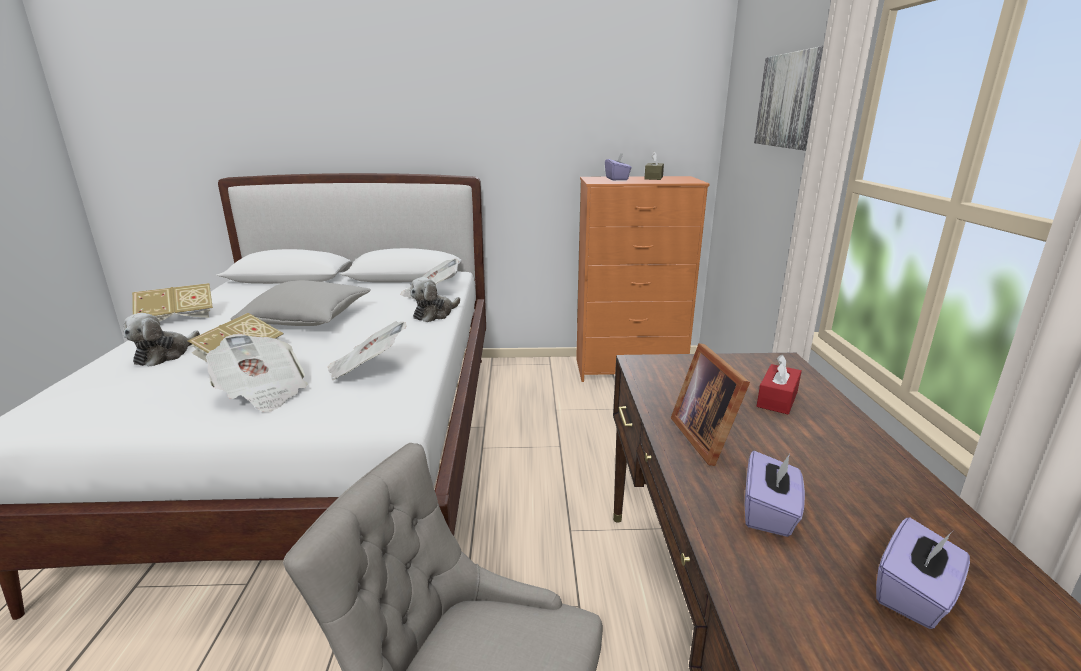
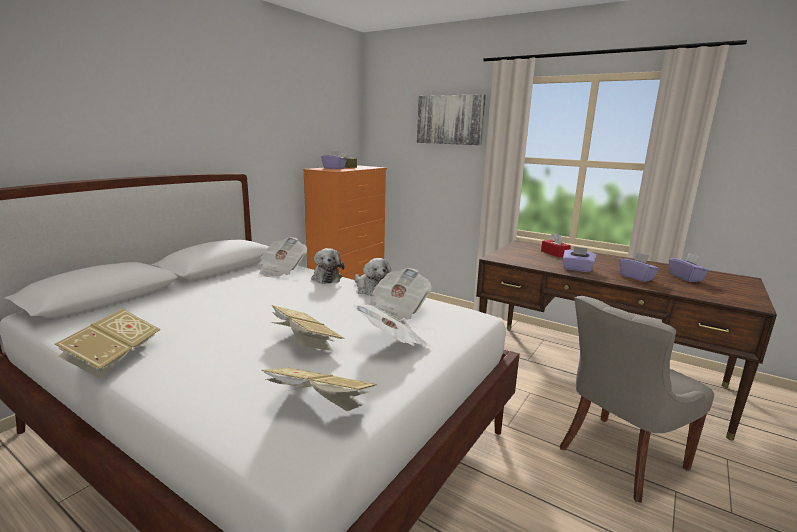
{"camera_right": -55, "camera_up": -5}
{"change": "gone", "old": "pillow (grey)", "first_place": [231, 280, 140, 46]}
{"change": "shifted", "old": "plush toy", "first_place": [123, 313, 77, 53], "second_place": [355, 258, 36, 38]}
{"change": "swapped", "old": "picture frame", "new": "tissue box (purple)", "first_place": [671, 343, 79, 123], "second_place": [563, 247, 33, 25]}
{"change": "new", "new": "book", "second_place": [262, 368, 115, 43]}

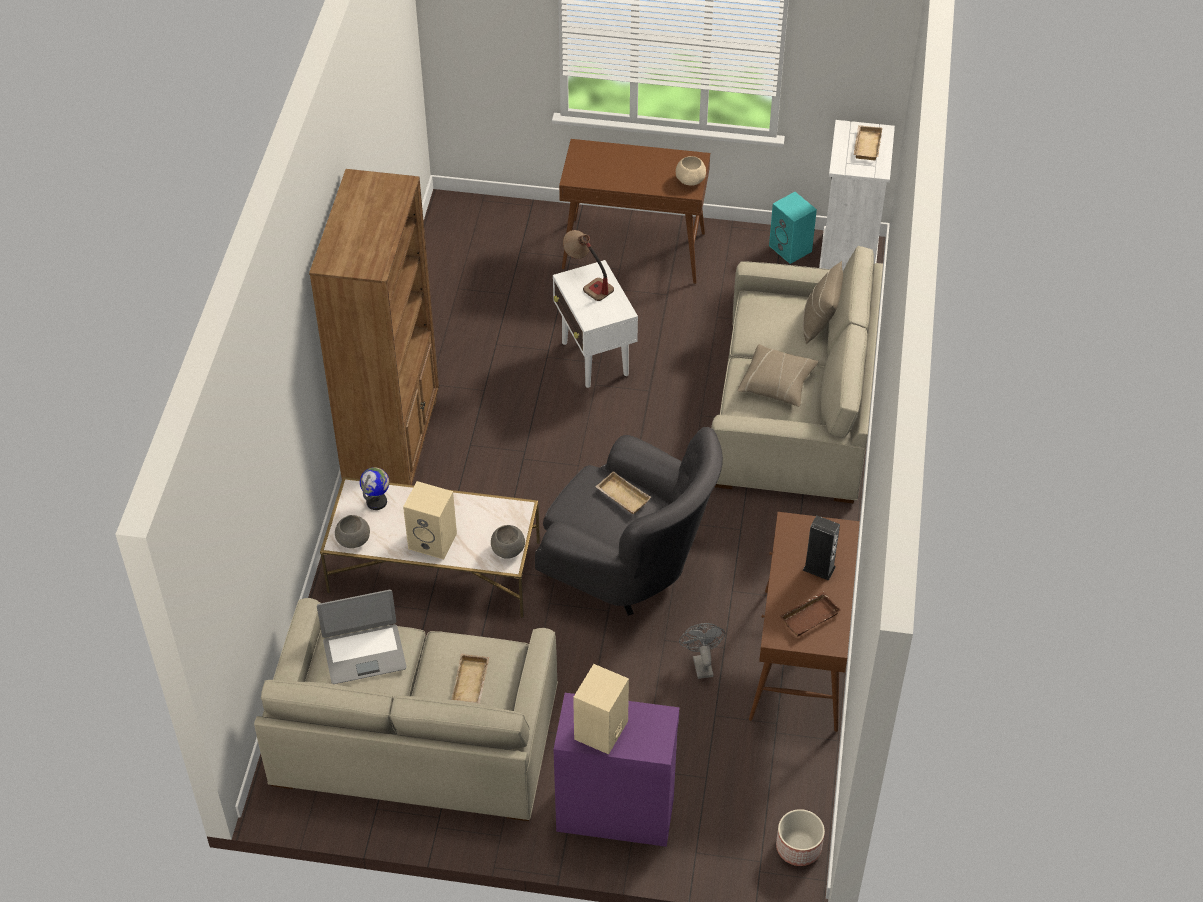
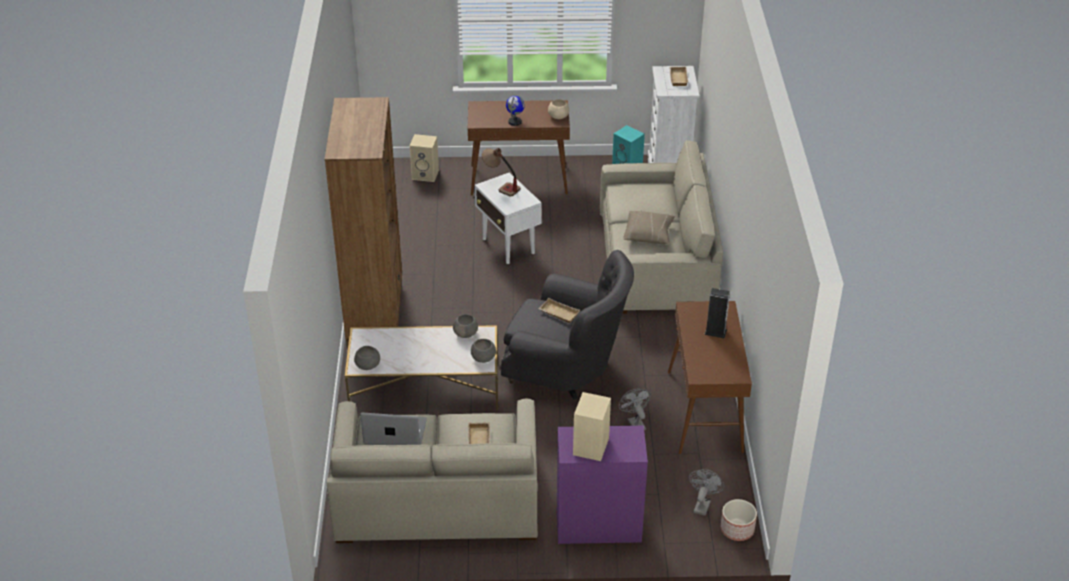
{"camera_right": -10, "camera_up": -10}
{"change": "gone", "old": "pillow (beige)", "first_place": [803, 261, 40, 83]}
{"change": "shifted", "old": "globe", "first_place": [360, 467, 29, 43], "second_place": [506, 95, 19, 31]}
{"change": "shifted", "old": "speaker (beige)", "first_place": [403, 481, 54, 79], "second_place": [410, 134, 29, 48]}
{"change": "rotated", "old": "laptop", "first_place": [317, 590, 90, 94], "second_place": [360, 412, 67, 33], "degrees": -150}
{"change": "gone", "old": "tray (brown)", "first_place": [780, 592, 61, 44]}
{"change": "new", "new": "bowl (grey)", "second_place": [453, 314, 25, 24]}
{"change": "new", "new": "fan (grey)", "second_place": [689, 469, 36, 47]}

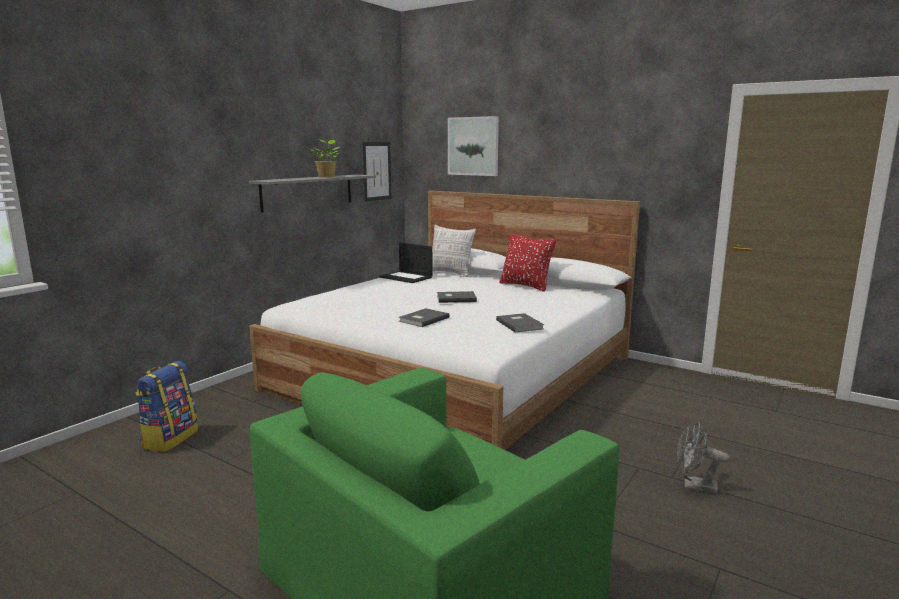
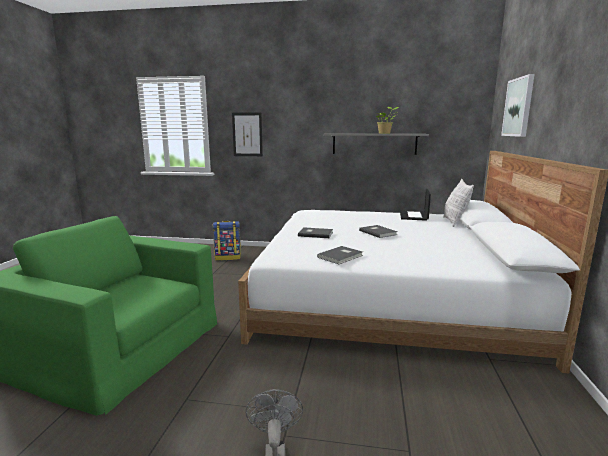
{"camera_right": 65, "camera_up": 0}
{"change": "shifted", "old": "picture", "first_place": [362, 142, 30, 60], "second_place": [232, 112, 31, 44]}
{"change": "gone", "old": "pillow (red)", "first_place": [500, 234, 56, 57]}

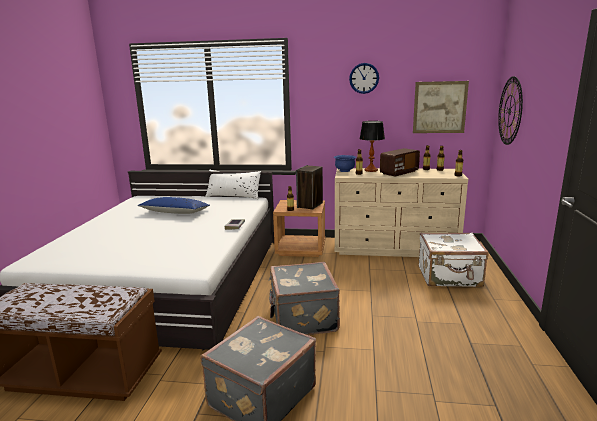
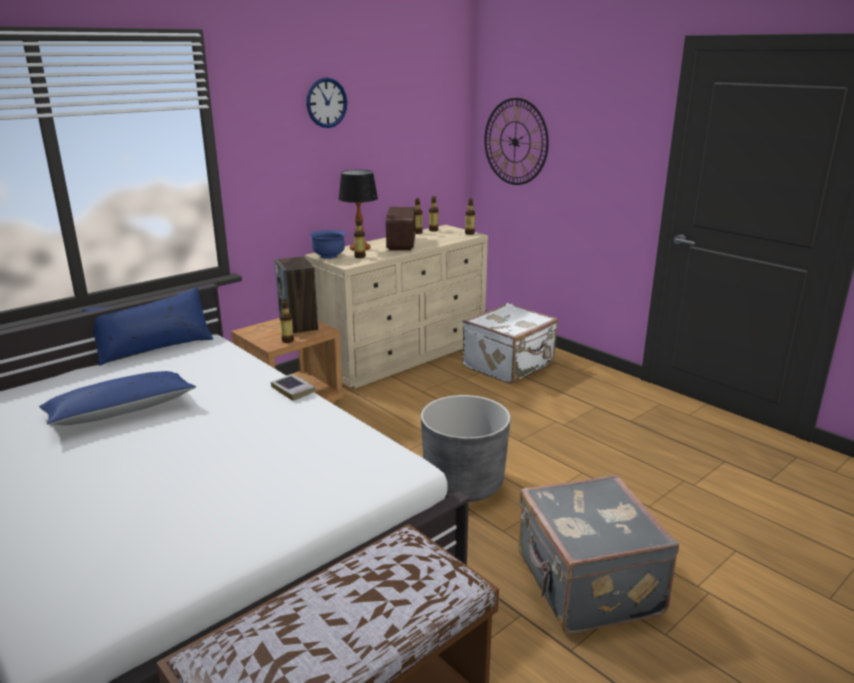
{"camera_right": -50, "camera_up": 5}
{"change": "gone", "old": "picture", "first_place": [413, 81, 56, 52]}
{"change": "repainted", "old": "pillow (white)", "new": "pillow (blue)", "first_place": [205, 170, 56, 29], "second_place": [82, 287, 131, 79]}
{"change": "swapped", "old": "suitcase (grey)", "new": "planter (grey)", "first_place": [269, 262, 71, 73], "second_place": [421, 395, 90, 107]}

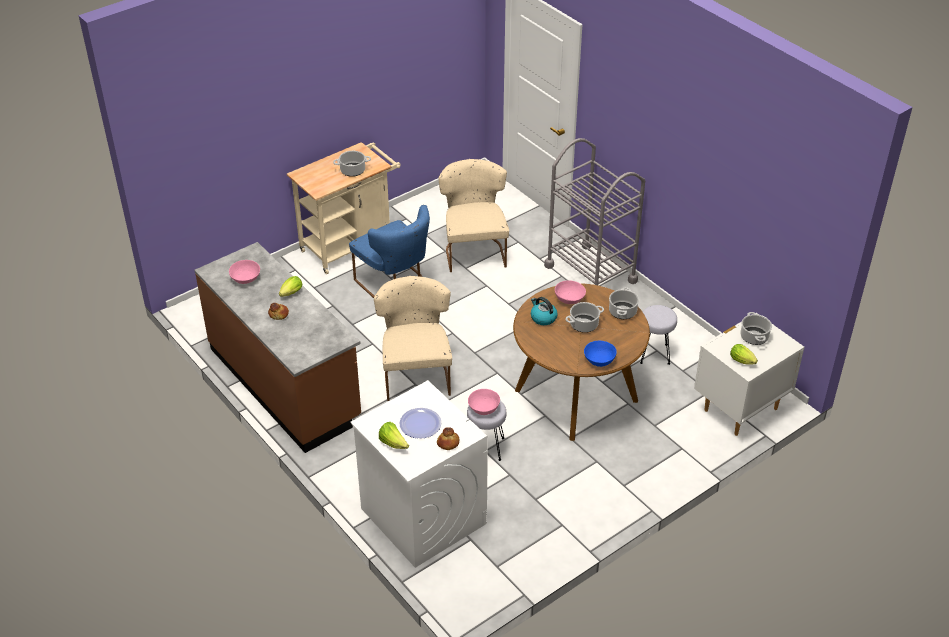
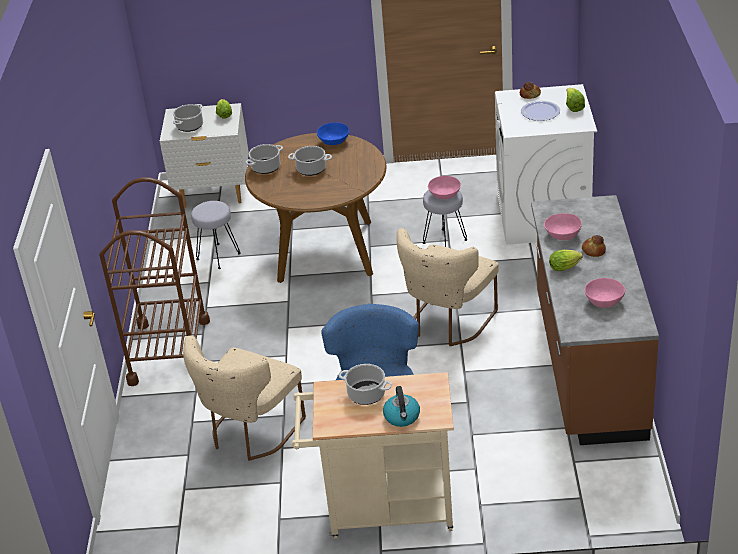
{"camera_right": -140, "camera_up": -5}
{"change": "repainted", "old": "cart (grey)", "new": "cart (brown)", "first_place": [544, 138, 101, 147], "second_place": [99, 177, 111, 209]}
{"change": "shifted", "old": "bowl (pink)", "first_place": [555, 280, 31, 24], "second_place": [544, 213, 38, 27]}
{"change": "shifted", "old": "kettle", "first_place": [531, 297, 27, 28], "second_place": [383, 386, 37, 41]}

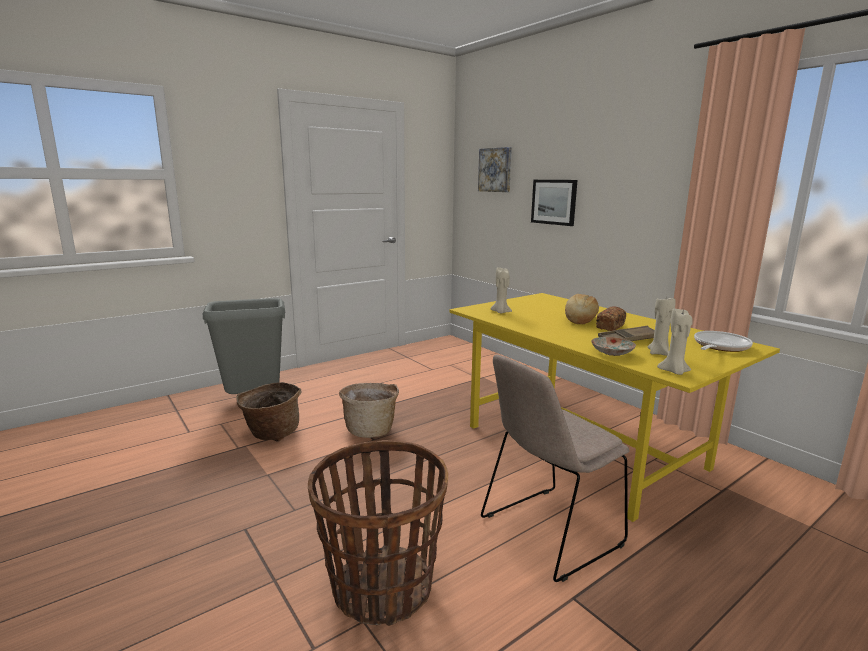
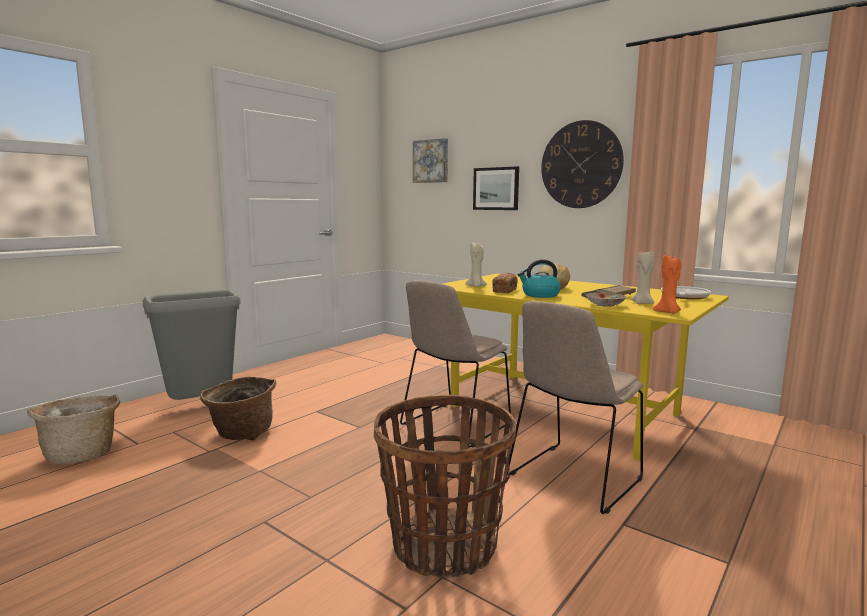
{"camera_right": -15, "camera_up": -5}
{"change": "shifted", "old": "bread", "first_place": [596, 306, 30, 25], "second_place": [492, 273, 26, 20]}
{"change": "repainted", "old": "candle (beige)", "new": "candle (orange)", "first_place": [657, 308, 36, 67], "second_place": [653, 255, 28, 58]}
{"change": "shifted", "old": "basket", "first_place": [339, 383, 60, 55], "second_place": [27, 395, 93, 69]}
{"change": "new", "new": "wall clock", "second_place": [541, 120, 83, 88]}
{"change": "new", "new": "kettle", "second_place": [518, 259, 43, 39]}
{"change": "new", "new": "chair (beige)", "second_place": [400, 281, 111, 167]}

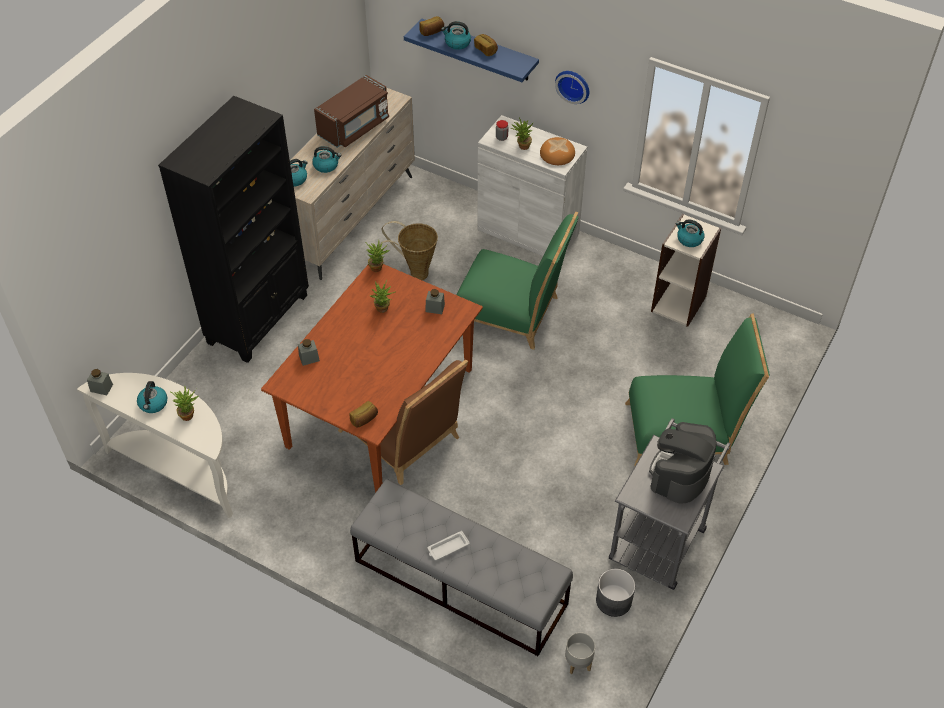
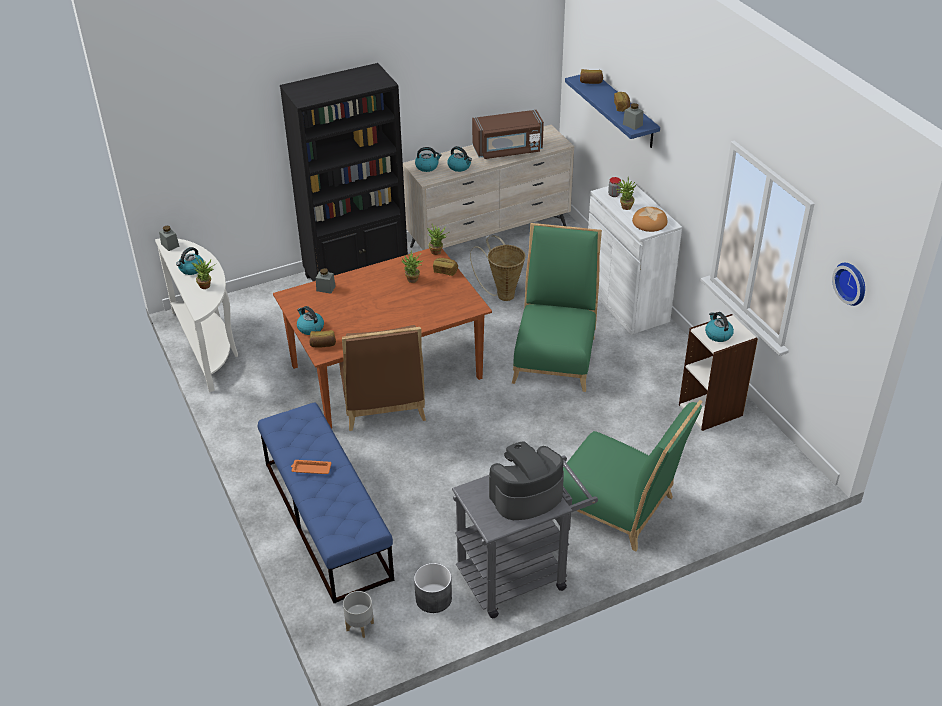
{"camera_right": 35, "camera_up": -10}
{"change": "shifted", "old": "kettle", "first_place": [441, 21, 30, 29], "second_place": [297, 306, 27, 29]}
{"change": "shifted", "old": "wall clock", "first_place": [555, 71, 34, 33], "second_place": [832, 263, 33, 43]}
{"change": "rotated", "old": "chair (green)", "first_place": [457, 212, 122, 138], "second_place": [512, 223, 90, 169], "degrees": -135}
{"change": "shifted", "old": "jar (grey)", "first_place": [425, 289, 20, 25], "second_place": [623, 103, 20, 27]}
{"change": "repainted", "old": "bench (grey)", "new": "bench (blue)", "first_place": [350, 479, 223, 177], "second_place": [258, 403, 136, 200]}
{"change": "repainted", "old": "tray (white)", "new": "tray (orange)", "first_place": [428, 531, 42, 29], "second_place": [291, 460, 40, 14]}
{"change": "new", "new": "bread", "second_place": [433, 258, 25, 18]}

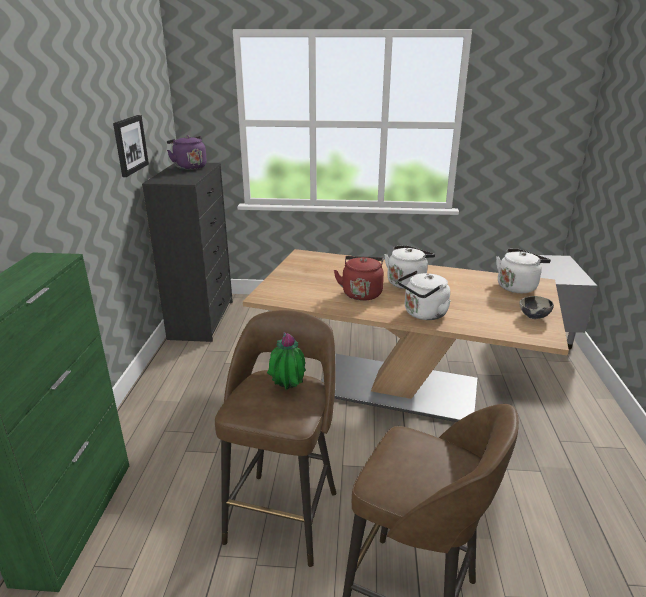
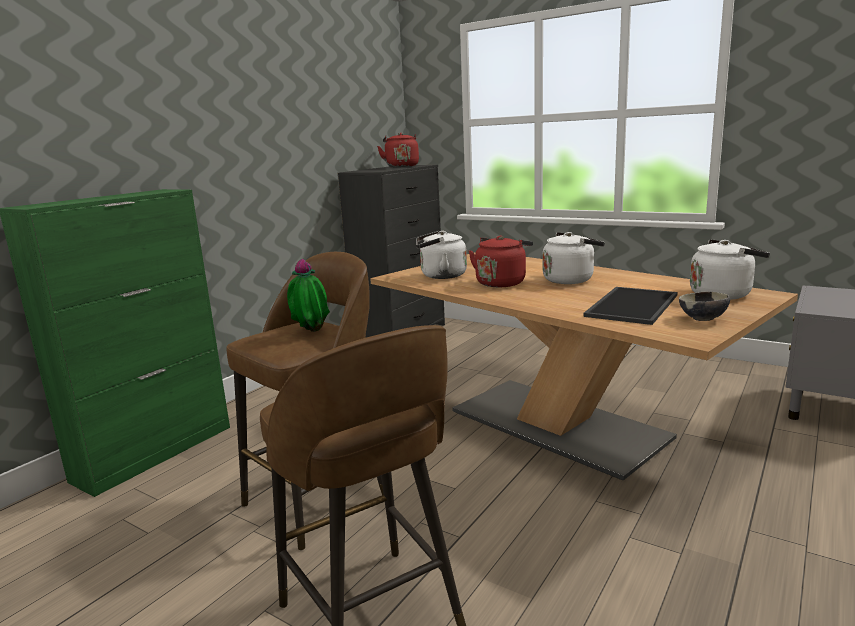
{"camera_right": 30, "camera_up": -10}
{"change": "gone", "old": "picture", "first_place": [113, 115, 36, 62]}
{"change": "repainted", "old": "kettle (purple)", "new": "kettle (red)", "first_place": [167, 135, 40, 35], "second_place": [377, 132, 42, 35]}
{"change": "shifted", "old": "kettle (white)", "first_place": [398, 270, 53, 50], "second_place": [416, 231, 51, 48]}
{"change": "new", "new": "tray", "second_place": [583, 287, 94, 38]}

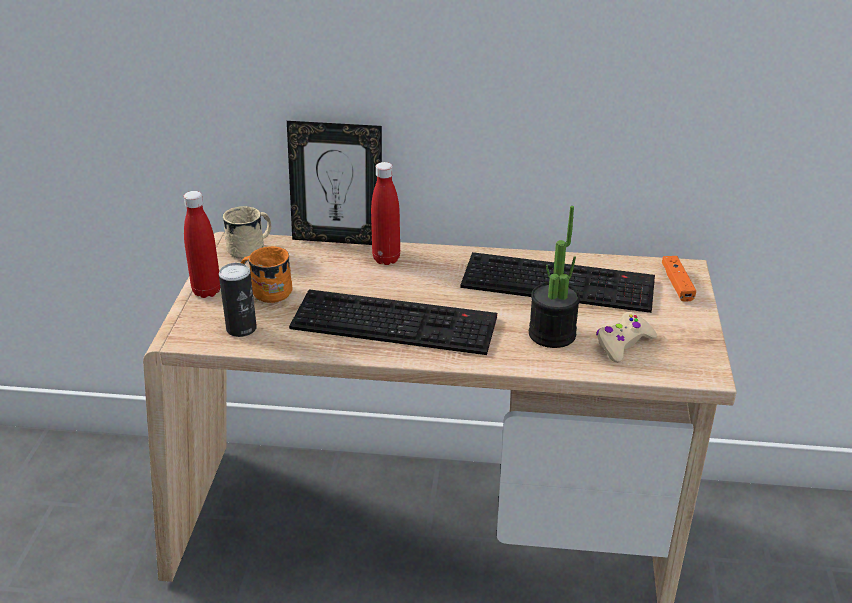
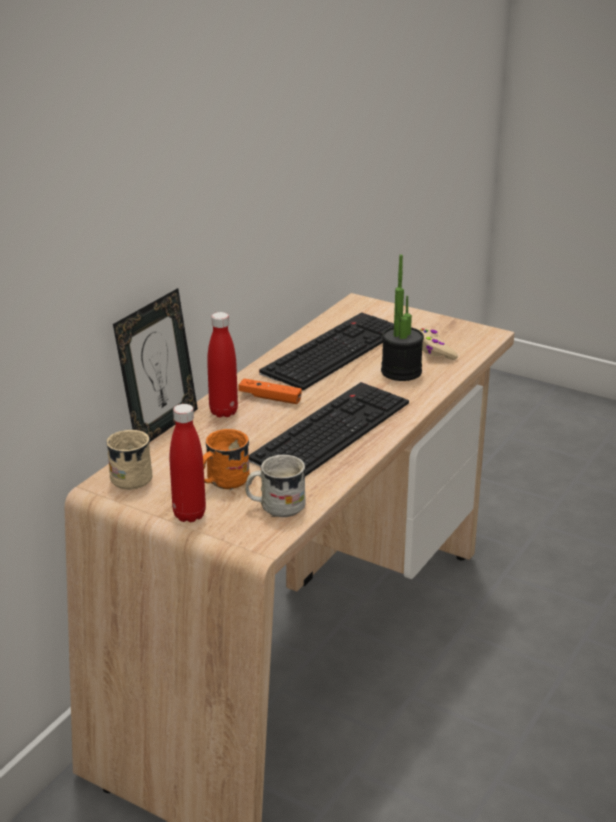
{"camera_right": -65, "camera_up": -5}
{"change": "shifted", "old": "game controller (orange)", "first_place": [662, 256, 34, 46], "second_place": [239, 378, 63, 26]}
{"change": "swapped", "old": "can", "new": "mug (white)", "first_place": [219, 263, 38, 74], "second_place": [245, 455, 61, 62]}

